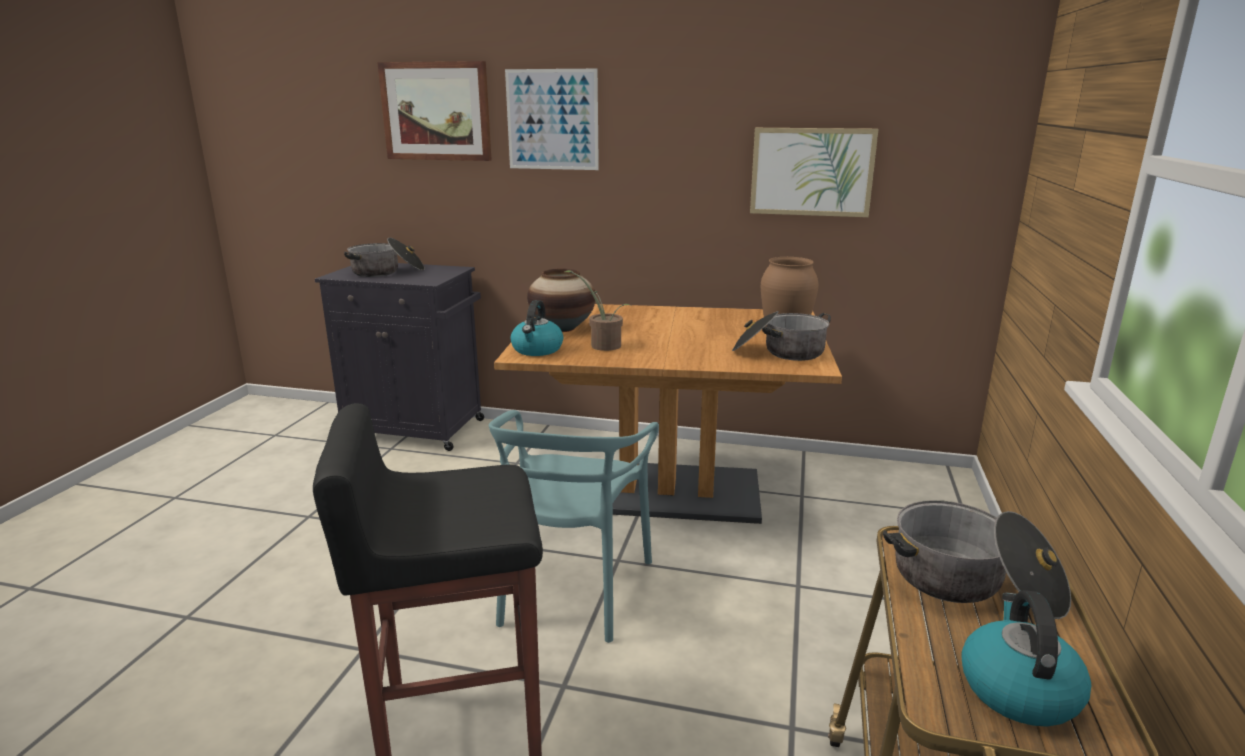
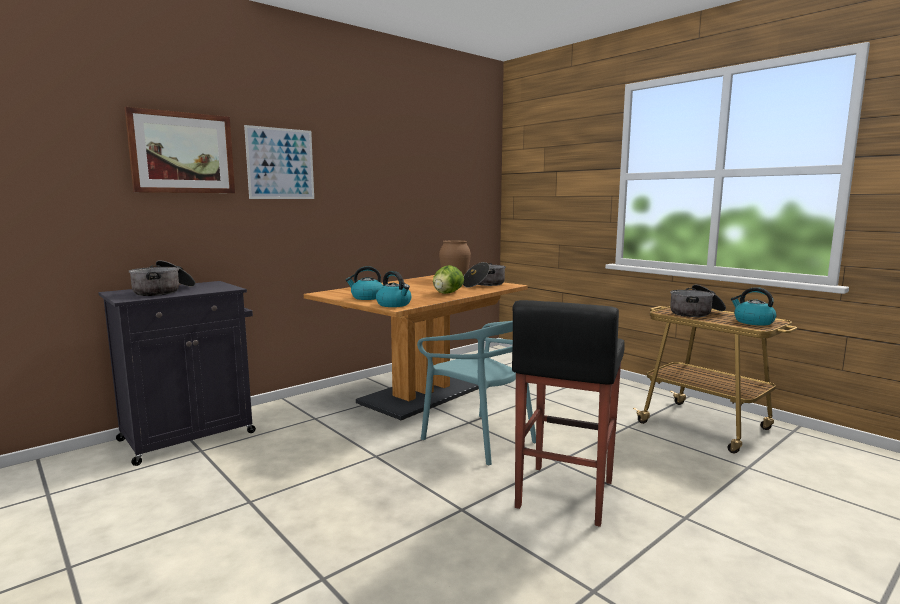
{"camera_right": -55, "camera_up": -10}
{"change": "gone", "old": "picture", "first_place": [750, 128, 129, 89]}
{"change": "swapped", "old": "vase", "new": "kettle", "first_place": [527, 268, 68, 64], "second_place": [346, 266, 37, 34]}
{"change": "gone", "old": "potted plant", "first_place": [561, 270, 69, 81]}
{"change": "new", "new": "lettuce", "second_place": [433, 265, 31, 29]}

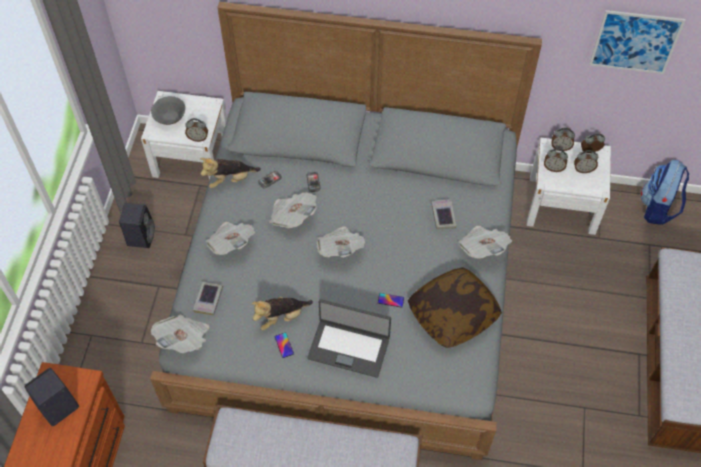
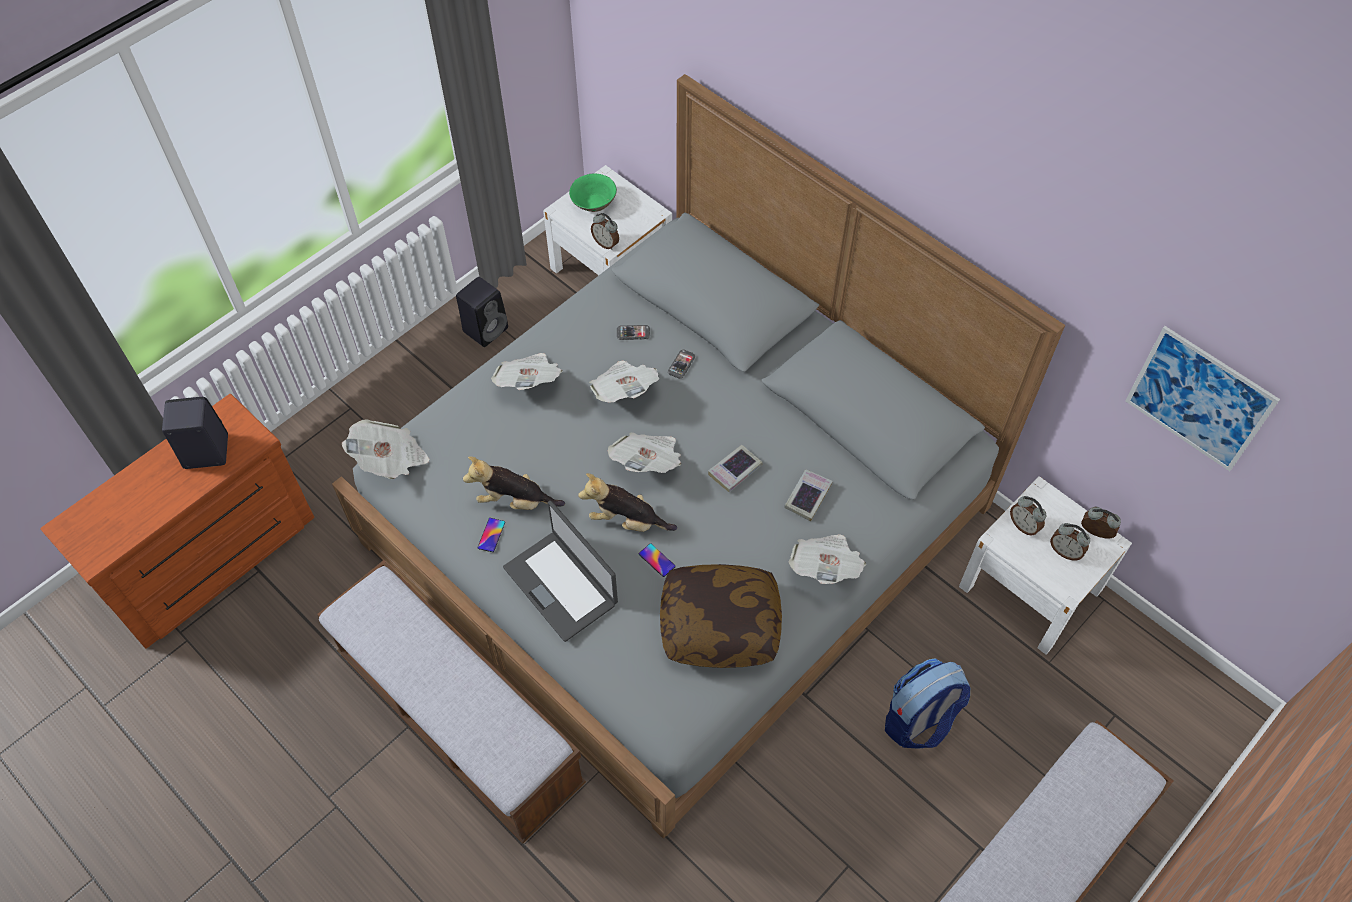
{"camera_right": 35, "camera_up": 0}
{"change": "repainted", "old": "bowl (grey)", "new": "bowl (green)", "first_place": [151, 96, 34, 29], "second_place": [569, 174, 48, 38]}
{"change": "gone", "old": "alarm clock", "first_place": [551, 128, 24, 23]}
{"change": "shifted", "old": "plush toy", "first_place": [200, 158, 61, 30], "second_place": [578, 473, 99, 59]}
{"change": "shifted", "old": "backpack", "first_place": [641, 160, 48, 65], "second_place": [885, 658, 85, 91]}
{"change": "shifted", "old": "book", "first_place": [193, 282, 30, 33], "second_place": [708, 445, 54, 47]}

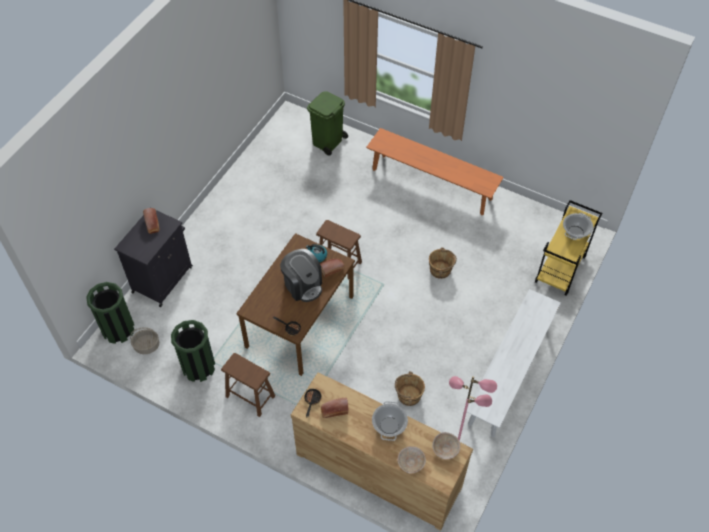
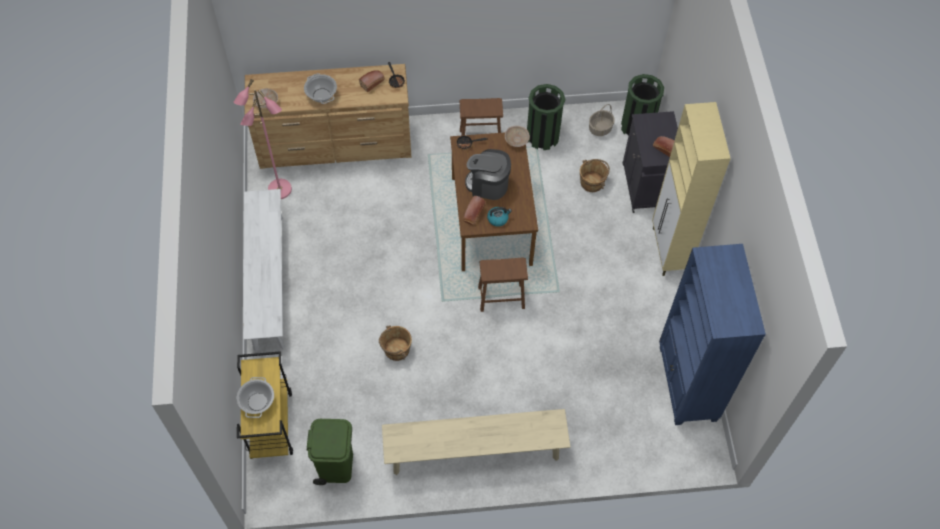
{"camera_right": 145, "camera_up": 5}
{"change": "shifted", "old": "trash can (green)", "first_place": [307, 91, 41, 65], "second_place": [306, 419, 47, 66]}
{"change": "repainted", "old": "bench (orange)", "new": "bench (beige)", "first_place": [366, 128, 138, 87], "second_place": [382, 409, 188, 66]}
{"change": "shifted", "old": "bucket (brown)", "first_place": [395, 371, 30, 35], "second_place": [580, 159, 30, 33]}
{"change": "shifted", "old": "bowl (beige)", "first_place": [397, 446, 29, 28], "second_place": [505, 126, 25, 21]}
{"change": "new", "new": "cabinet (beige)", "second_place": [652, 102, 79, 174]}
{"change": "new", "new": "bookcase (blue)", "second_place": [659, 244, 107, 181]}

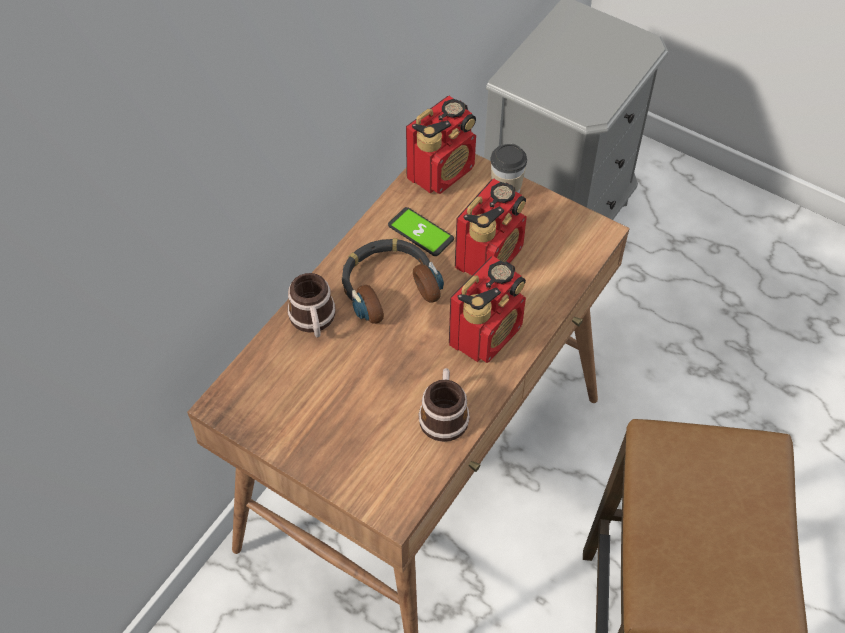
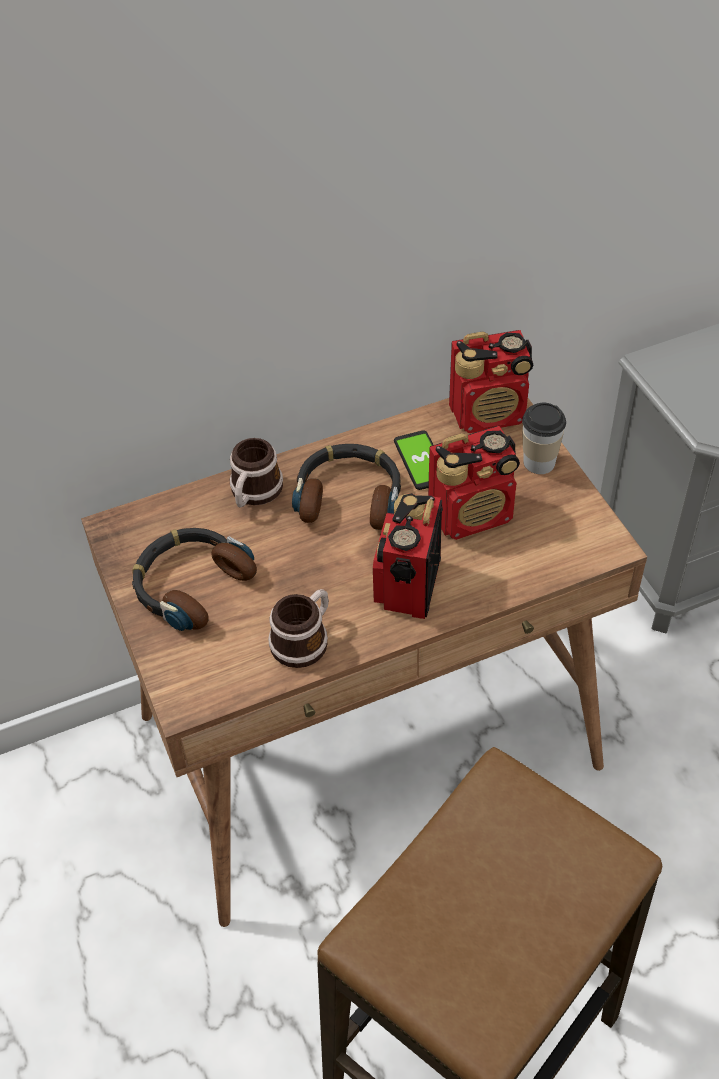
{"camera_right": 35, "camera_up": -5}
{"change": "rotated", "old": "radio", "first_place": [449, 256, 77, 107], "second_place": [373, 493, 70, 126], "degrees": 120}
{"change": "new", "new": "headphones", "second_place": [132, 528, 125, 103]}

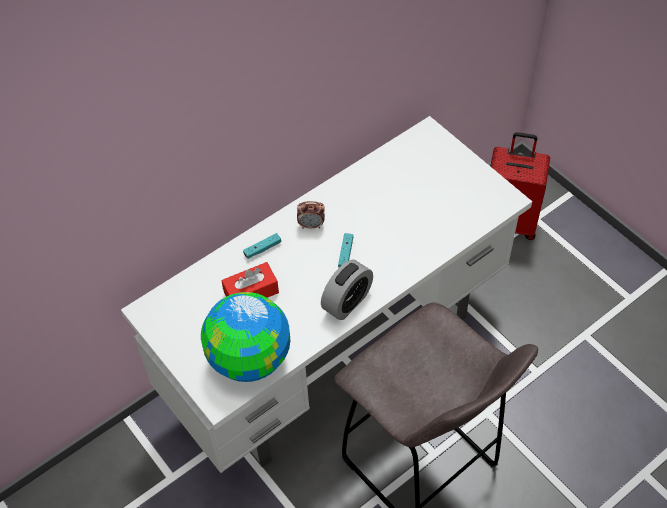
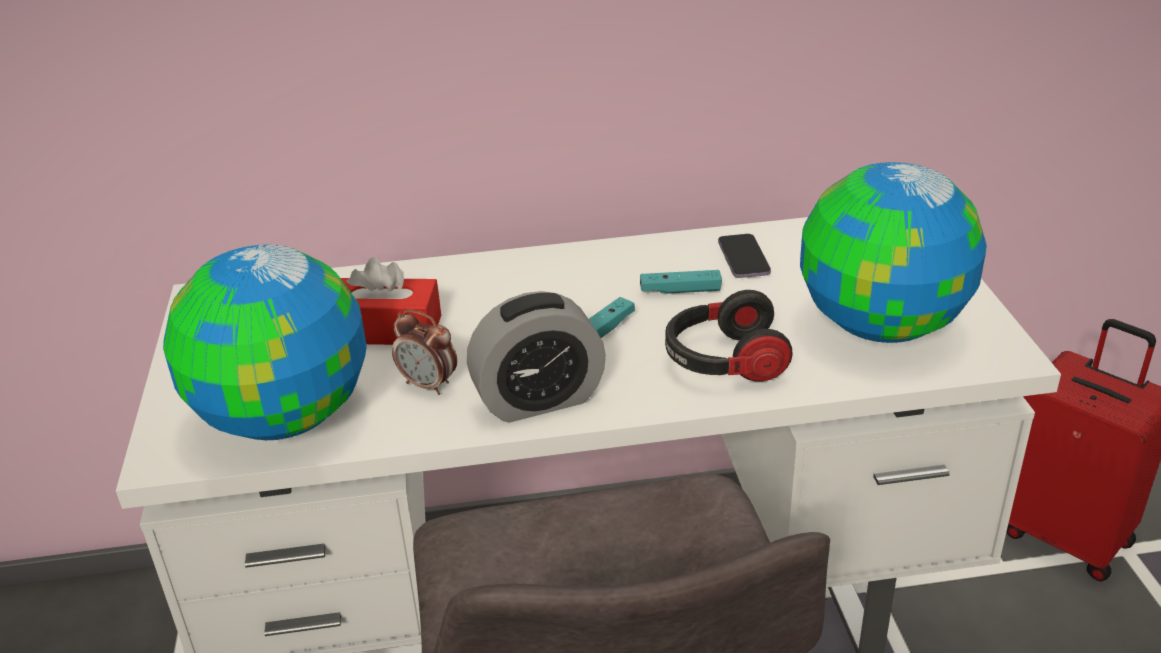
{"camera_right": 30, "camera_up": -20}
{"change": "shifted", "old": "alarm clock", "first_place": [297, 201, 28, 28], "second_place": [392, 309, 65, 86]}
{"change": "shifted", "old": "game controller (turquoise)", "first_place": [243, 233, 38, 26], "second_place": [640, 270, 82, 24]}
{"change": "new", "new": "globe", "second_place": [800, 162, 187, 181]}
{"change": "new", "new": "phone", "second_place": [718, 234, 53, 44]}
{"change": "new", "new": "headphones", "second_place": [665, 290, 128, 92]}

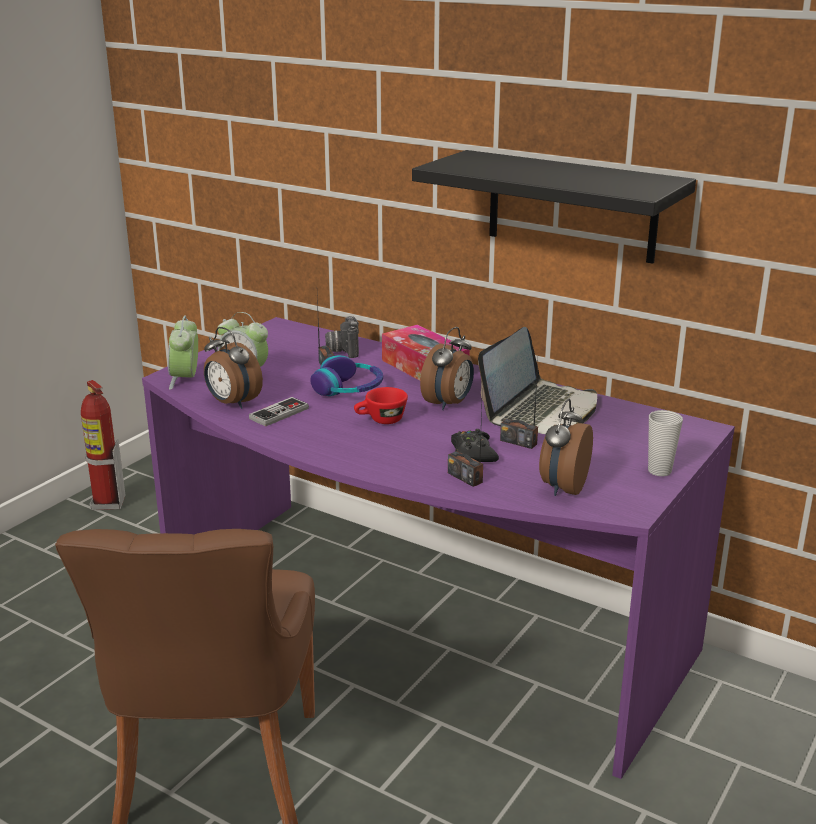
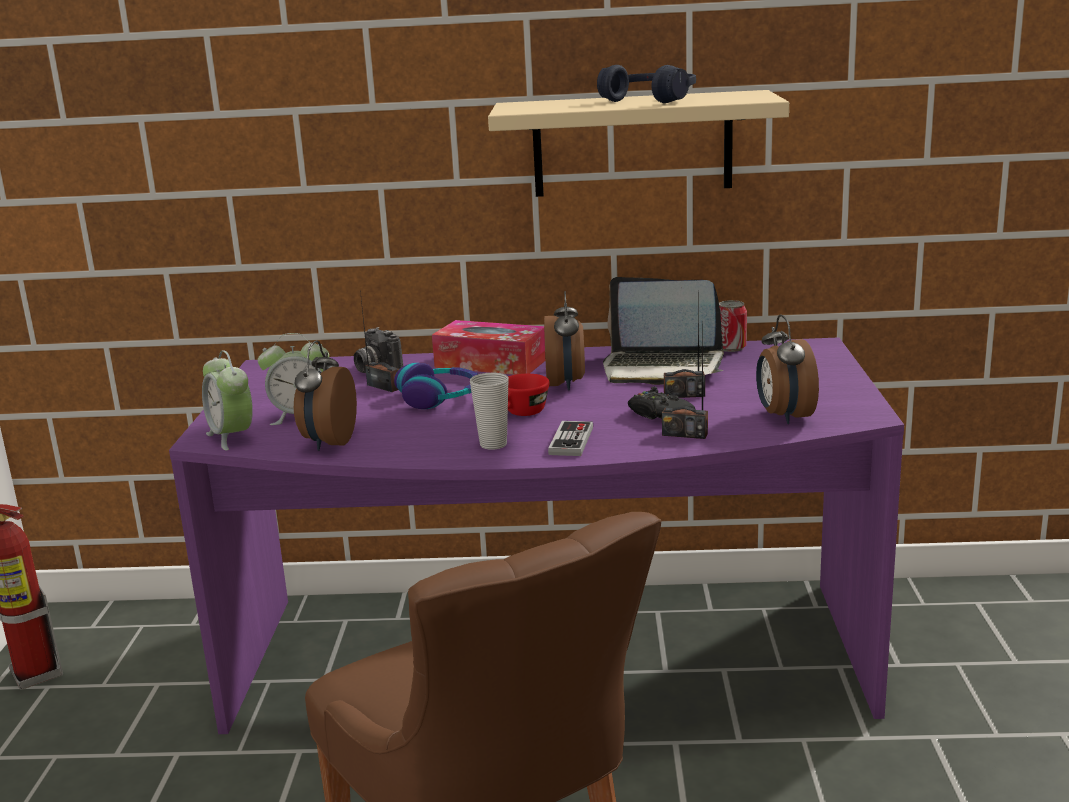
{"camera_right": -30, "camera_up": -5}
{"change": "repainted", "old": "shelf (black)", "new": "shelf (beige)", "first_place": [412, 150, 284, 114], "second_place": [488, 90, 301, 107]}
{"change": "rotated", "old": "alarm clock", "first_place": [204, 327, 59, 82], "second_place": [294, 340, 63, 111], "degrees": 90}
{"change": "rotated", "old": "laptop", "first_place": [478, 327, 119, 107], "second_place": [603, 277, 121, 108], "degrees": 105}
{"change": "shifted", "old": "game controller", "first_place": [249, 397, 60, 30], "second_place": [548, 421, 45, 35]}
{"change": "shifted", "old": "cup", "first_place": [648, 410, 35, 66], "second_place": [470, 373, 39, 77]}
{"change": "new", "new": "headphones (blue)", "second_place": [597, 65, 99, 38]}
{"change": "new", "new": "can", "second_place": [719, 300, 28, 52]}

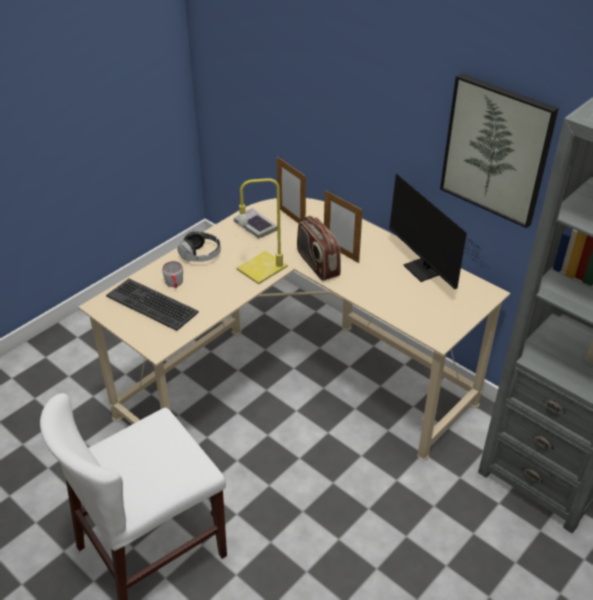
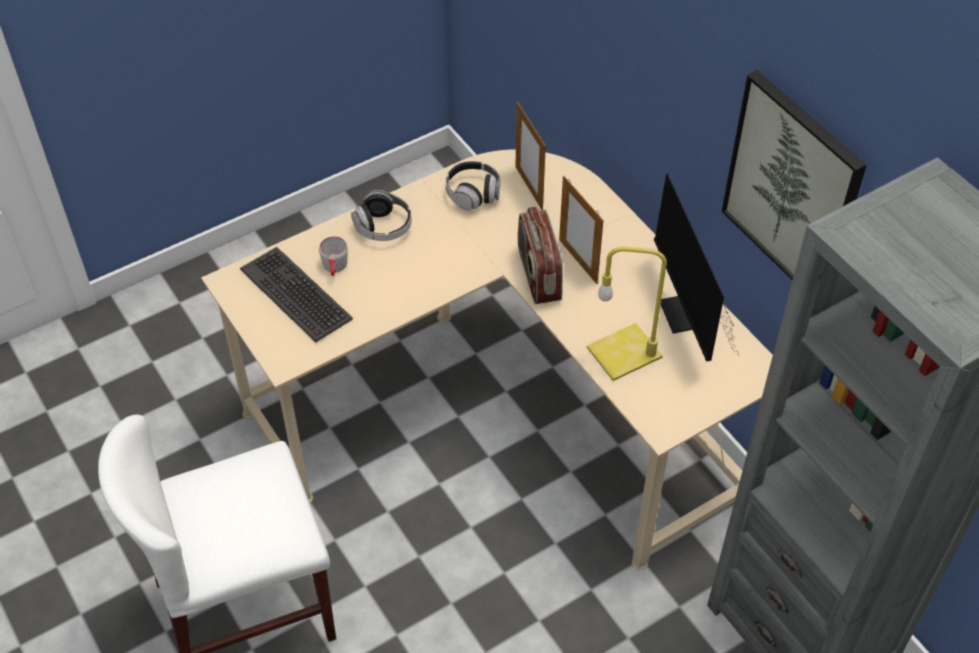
{"camera_right": 15, "camera_up": 10}
{"change": "shifted", "old": "table lamp (yellow)", "first_place": [237, 178, 51, 106], "second_place": [587, 247, 80, 134]}
{"change": "swapped", "old": "book", "new": "headphones", "first_place": [234, 208, 43, 31], "second_place": [446, 161, 54, 50]}

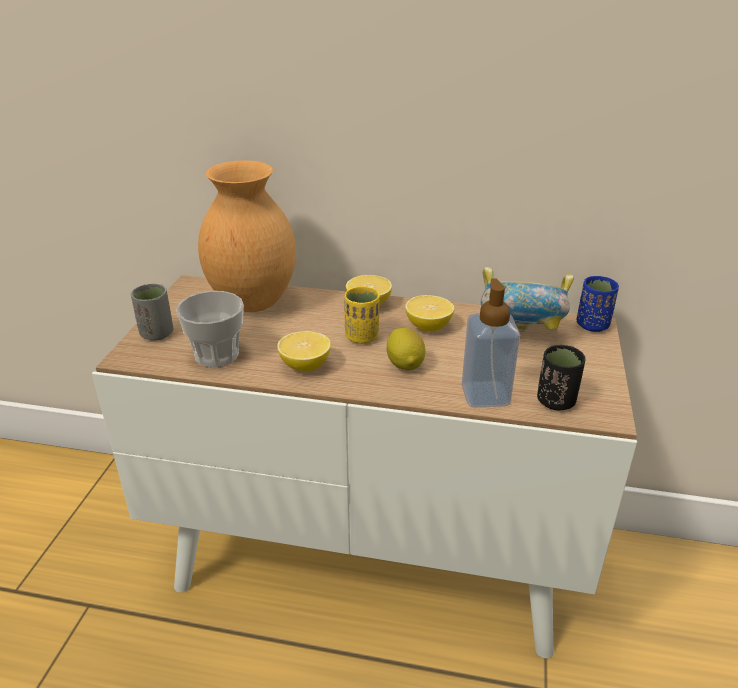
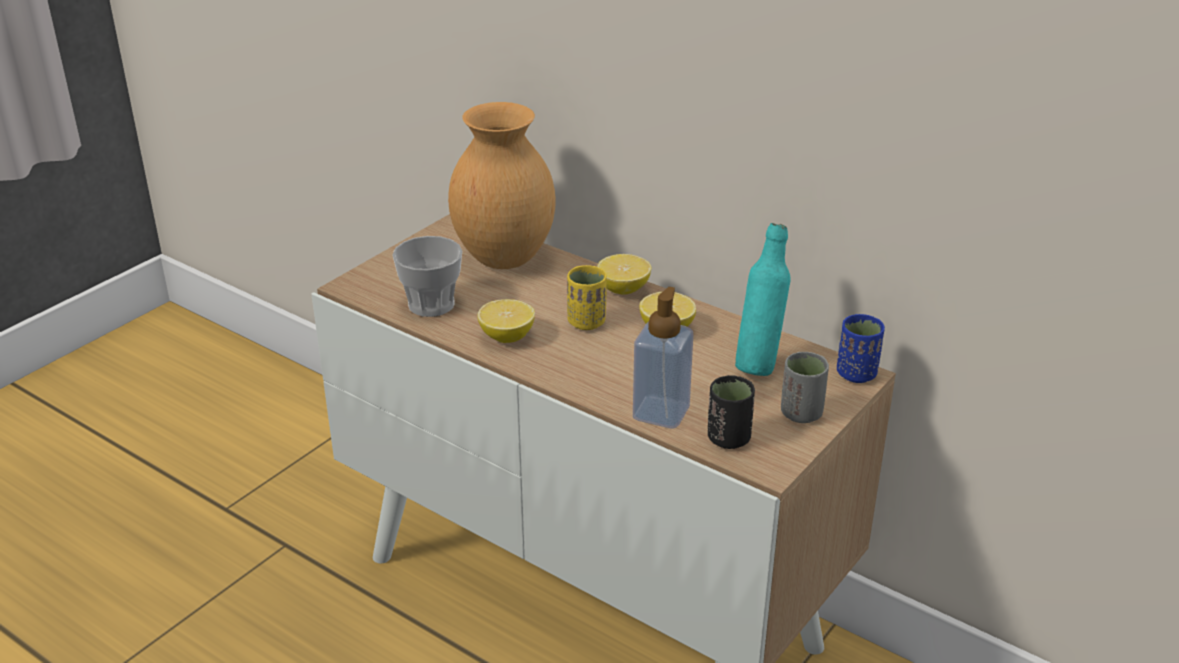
{"camera_right": 25, "camera_up": 0}
{"change": "swapped", "old": "bowl", "new": "bottle (turquoise)", "first_place": [481, 267, 93, 65], "second_place": [735, 223, 56, 153]}
{"change": "shifted", "old": "cup (grey)", "first_place": [131, 284, 42, 57], "second_place": [781, 352, 48, 71]}
{"change": "gone", "old": "lemon", "first_place": [387, 328, 39, 42]}

